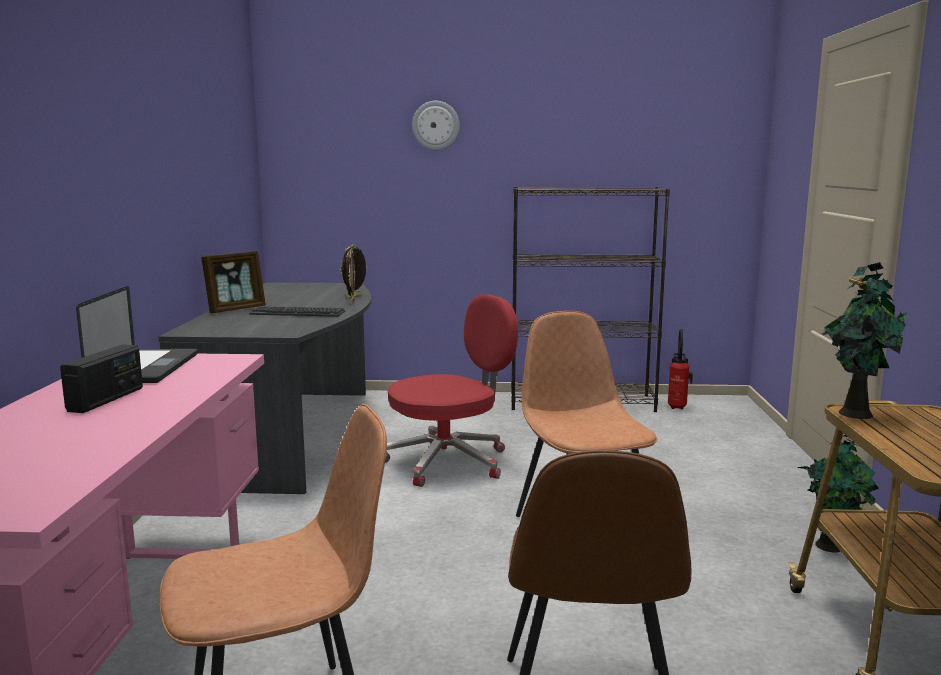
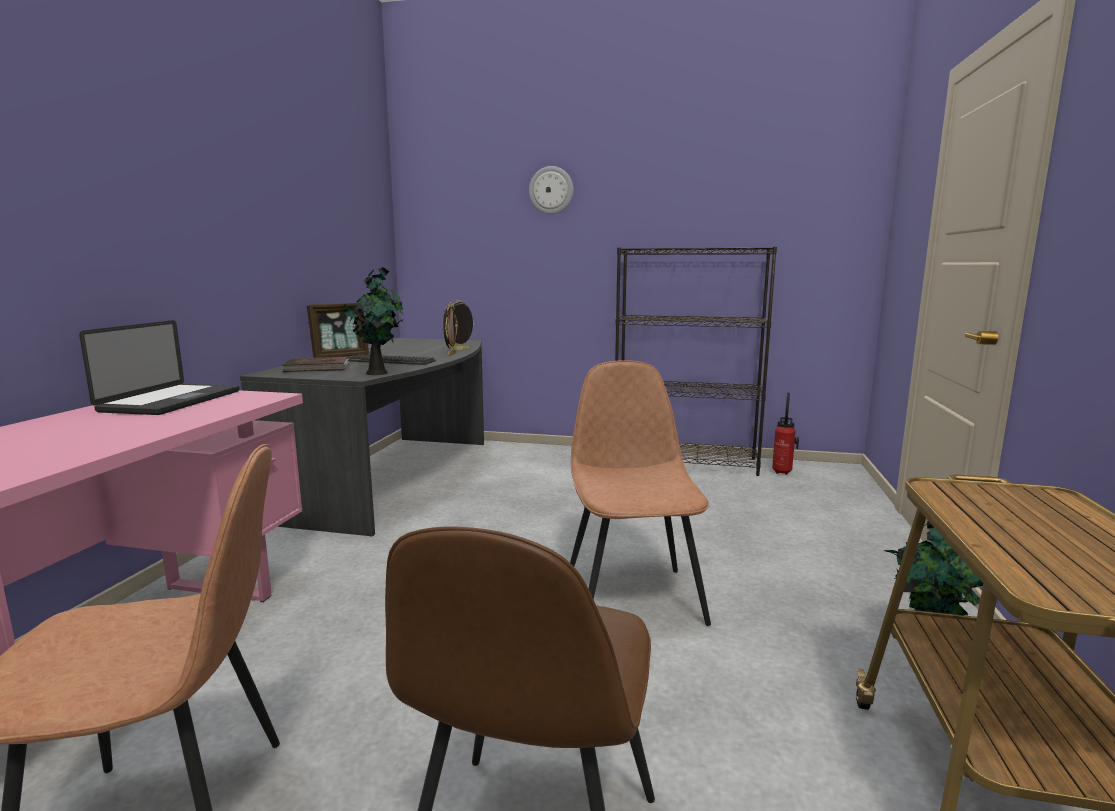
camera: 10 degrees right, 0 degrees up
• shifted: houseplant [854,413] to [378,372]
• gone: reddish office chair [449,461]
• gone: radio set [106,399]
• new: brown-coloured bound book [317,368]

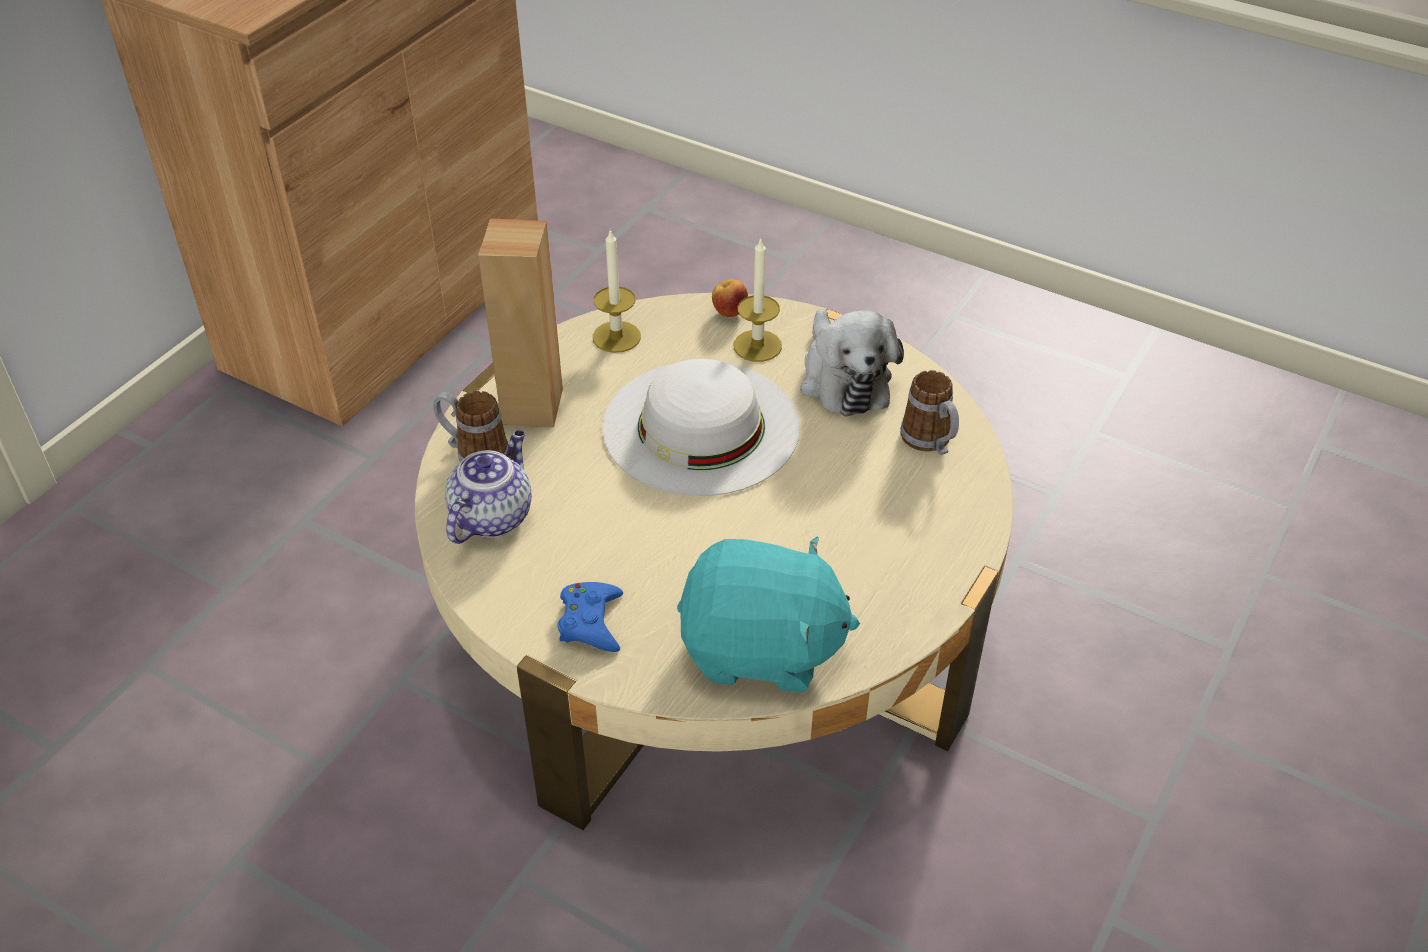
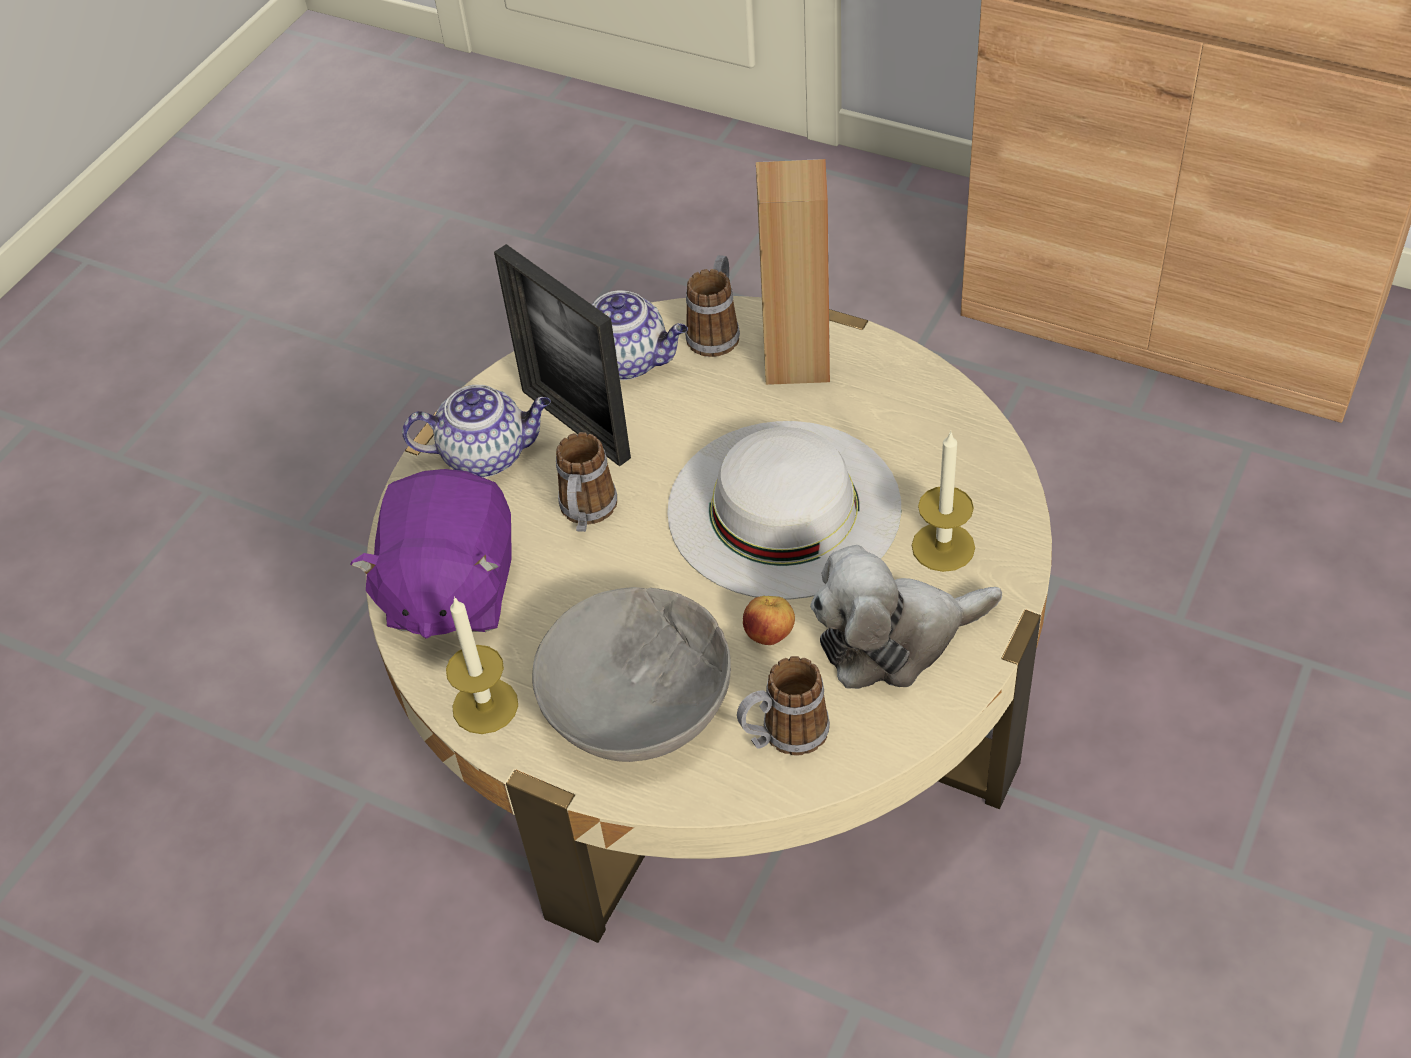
camera: 90 degrees right, 5 degrees up
• shifted: candle [616,337] to [485,706]
• shifted: apple [729,313] to [770,635]
• repainted: turquoise cuddly toy [761,649] to purple cuddly toy [449,590]
• swapped: bluish game controller [591,622] to pot for tea [487,454]
• new: photo frame [575,424]
• new: tea mug [586,514]
• new: gray serving bowl [636,701]

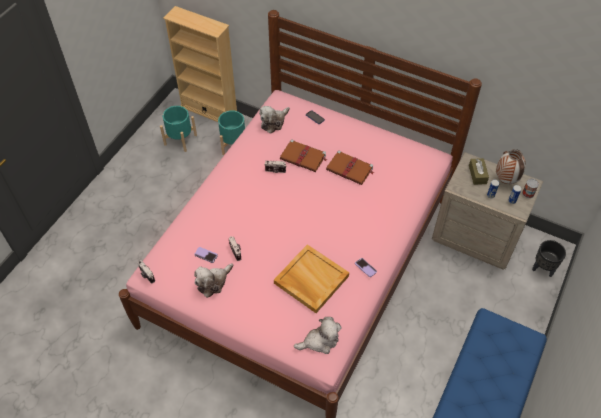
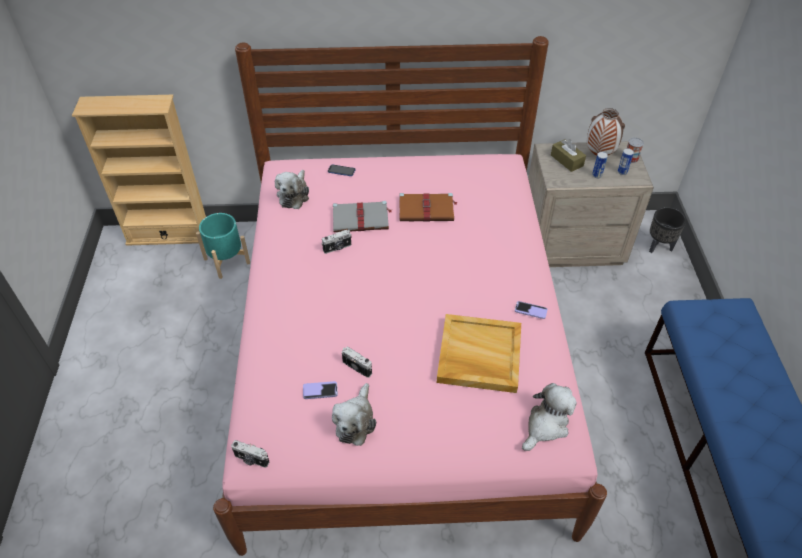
camera: 30 degrees left, 5 degrees down
• gone: turquoise planter [180,140]
• repainted: brown-coloured bound book [303,157] to gray bound book [361,219]

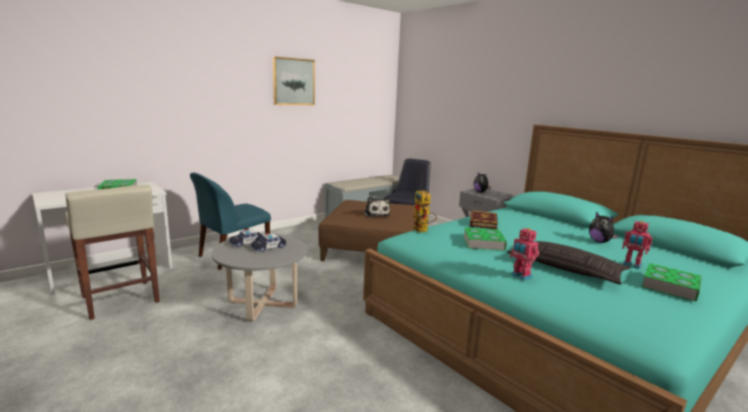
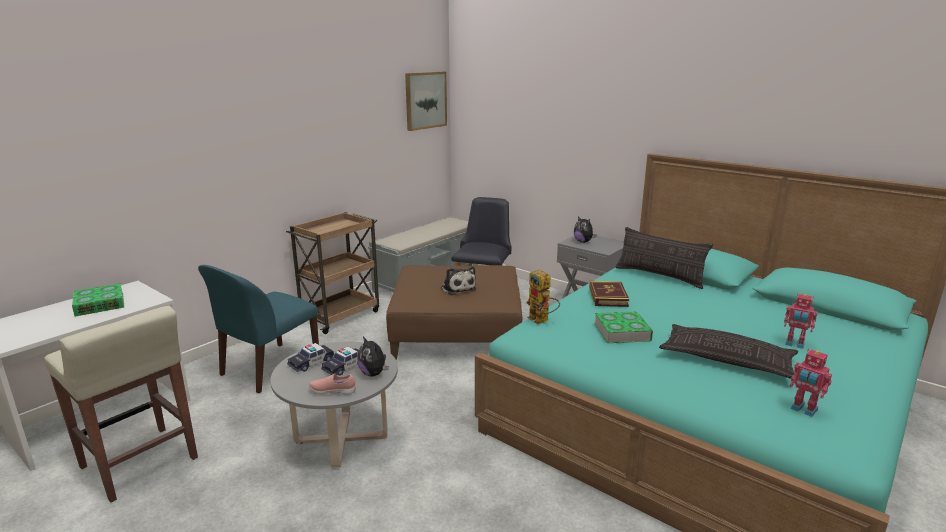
camera: 10 degrees left, 5 degrees up
• shifted: wall art [293,82] to [425,100]
• shifted: cuddly toy [600,242] to [373,373]
• shifted: toy robot [520,276] to [803,409]
• gone: bound book [670,286]
• new: brown-coloured wheeled cart [340,315]
• new: cushion [659,276]
• new: pink item of footwear [333,391]

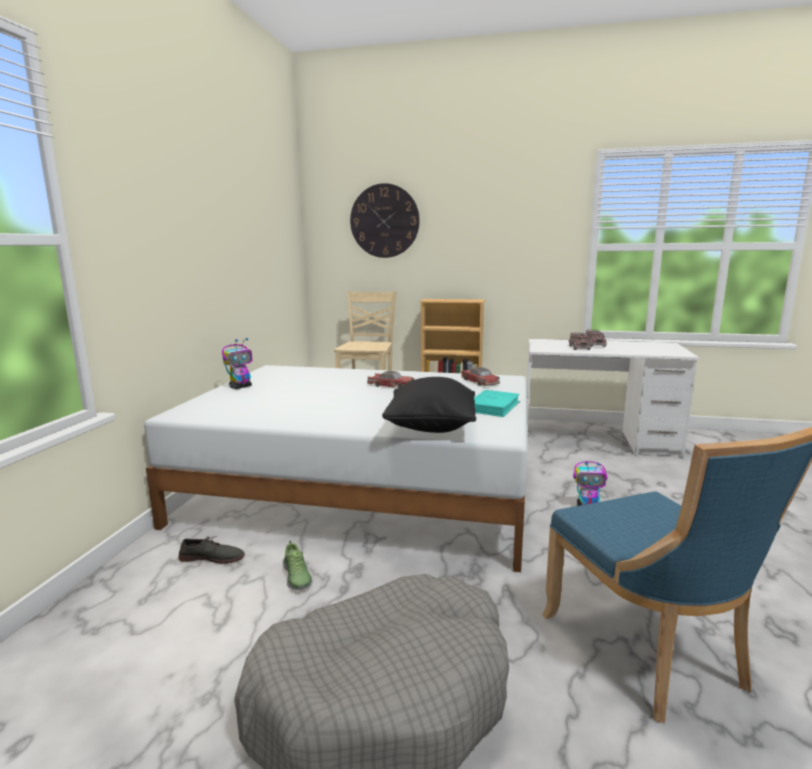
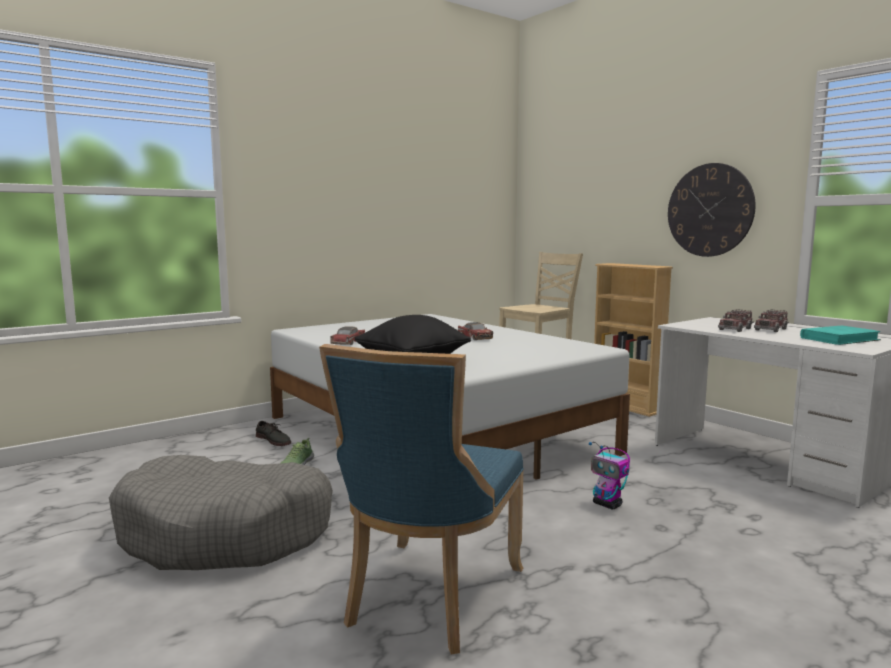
camera: 40 degrees right, 5 degrees down
• shifted: wall clock [384,221] to [710,210]
• gone: toy robot [241,387]
• shifted: model car [479,382] to [348,342]
• shifted: turquoise bound book [493,406] to [839,339]

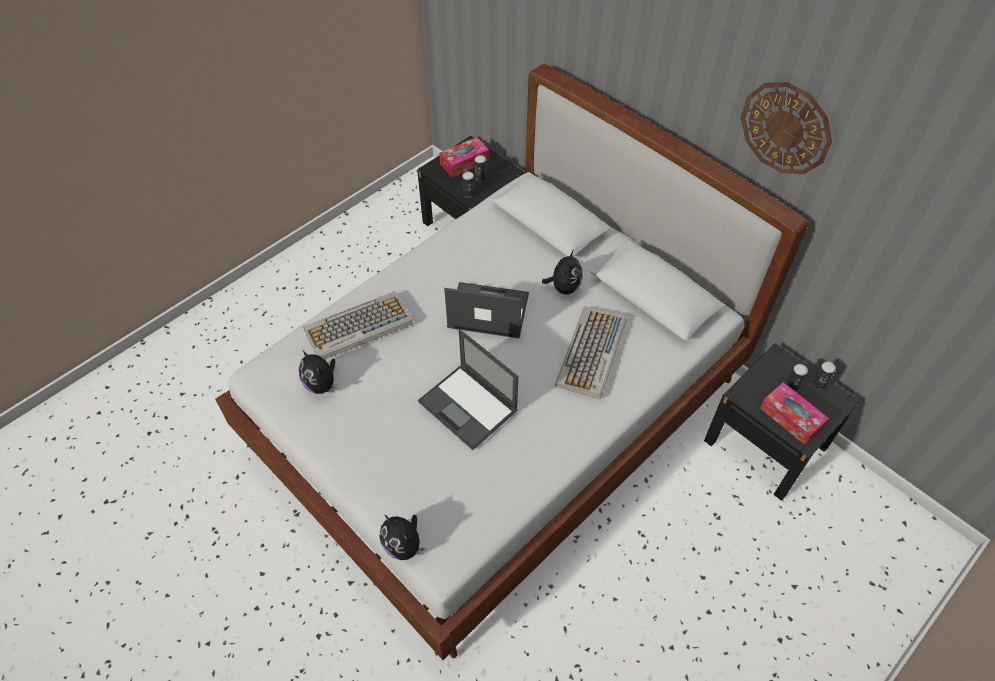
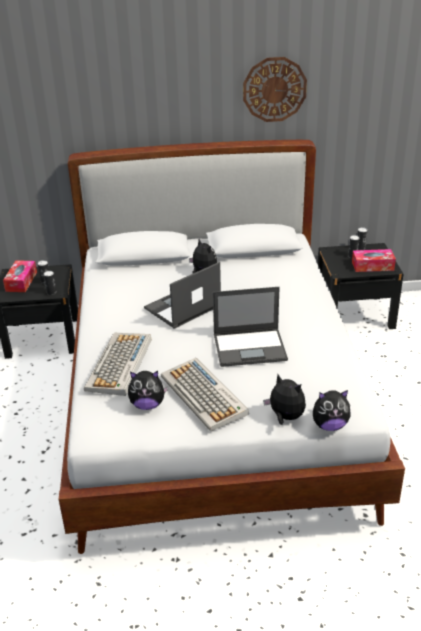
camera: 50 degrees left, 20 degrees down
• shifted: keyboard [592,353] to [204,395]
• new: cuddly toy [285,417]

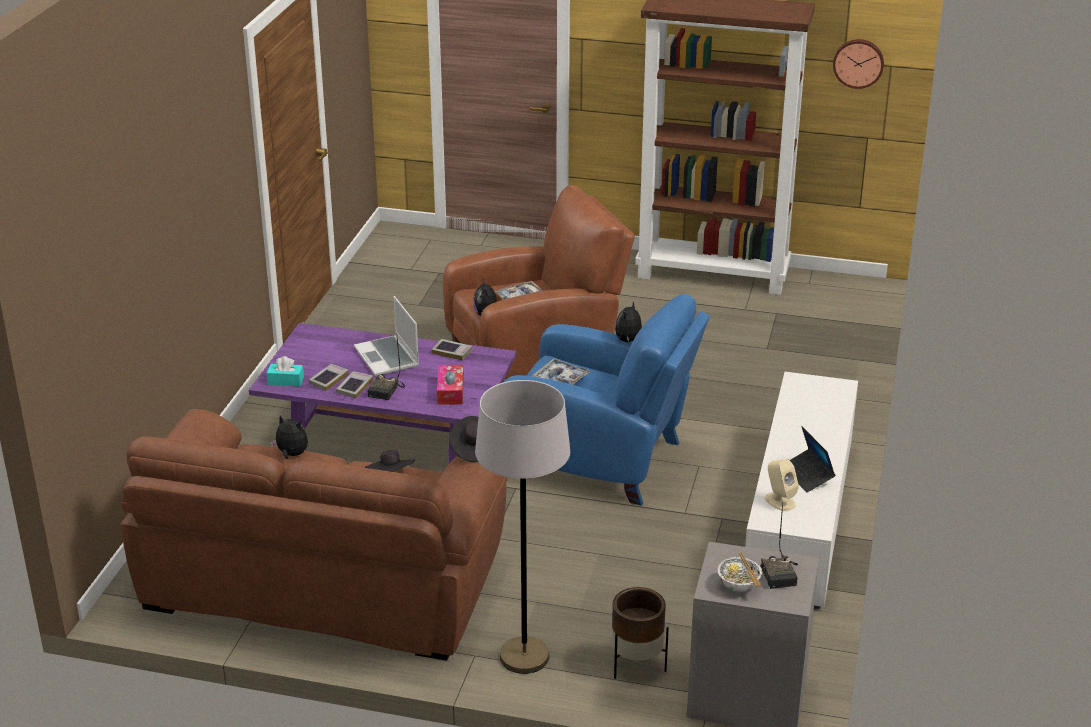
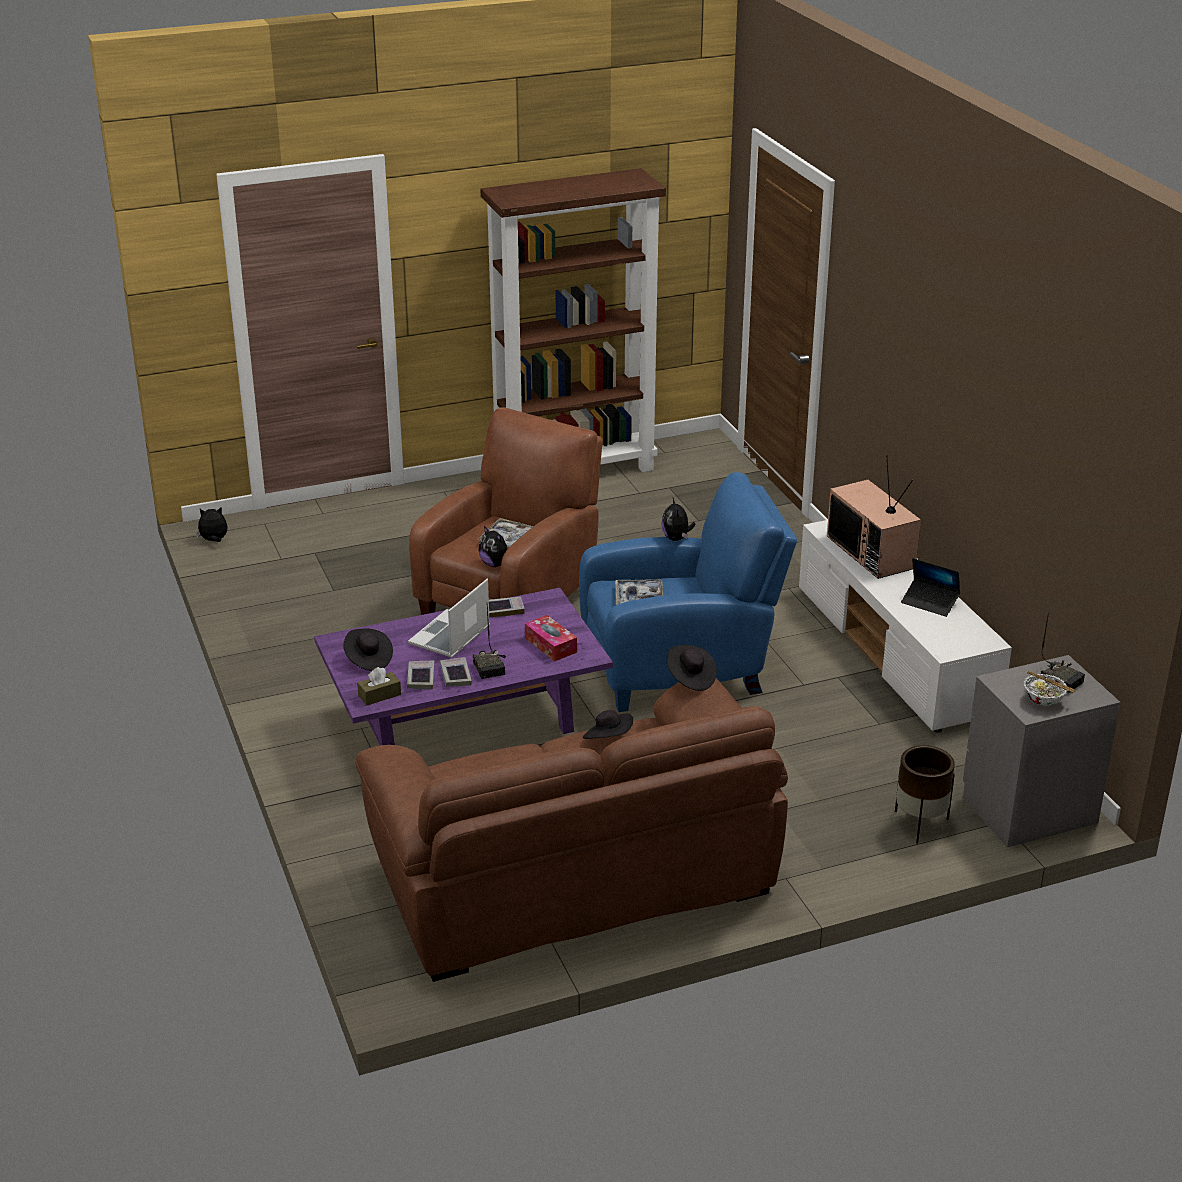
camera: 35 degrees left, 0 degrees up
• gone: wall clock [858,63]
• rotated: laptop [388,357] = [450,636] 90 degrees clockwise
• repainted: turquoise tissue box [286,381] to brown-coloured tissue box [379,695]
• gone: gray standard lamp [524,657]
• shifted: cuddly toy [291,455] to [214,540]
• gone: sand-coloured loudspeaker [779,501]
• new: TV [873,552]
• new: blackish wearable hat [368,659]

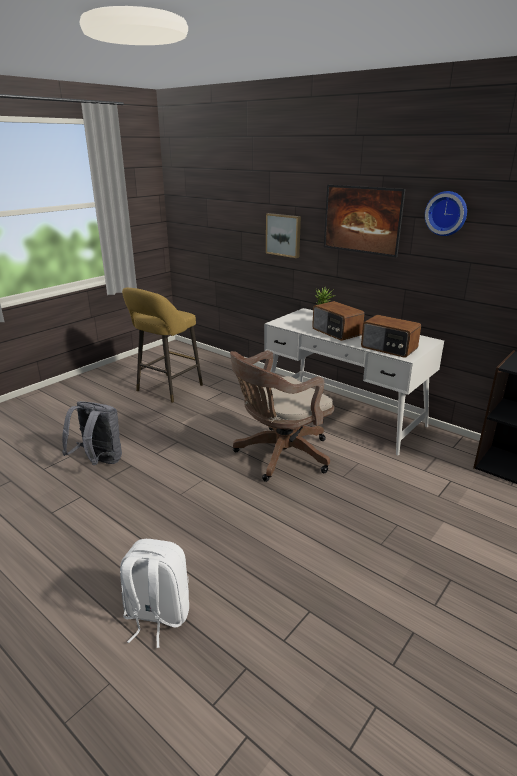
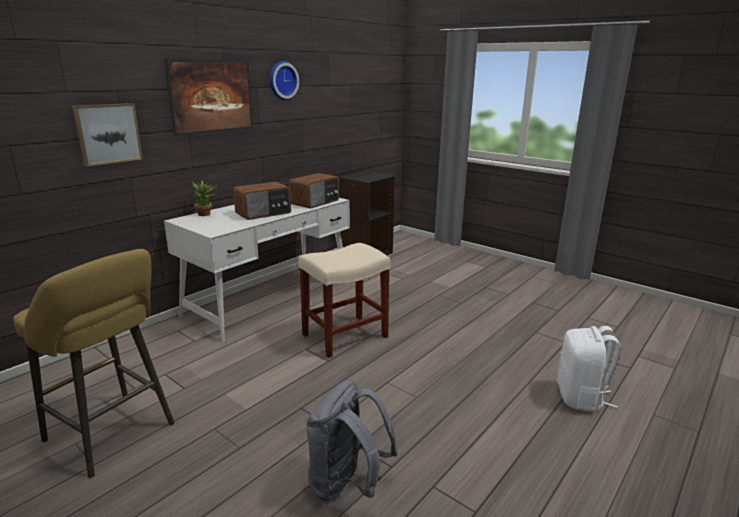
camera: 90 degrees left, 5 degrees down
• swapped: brown-coloured office chair [279,456] to sand-coloured stool seat [344,336]

